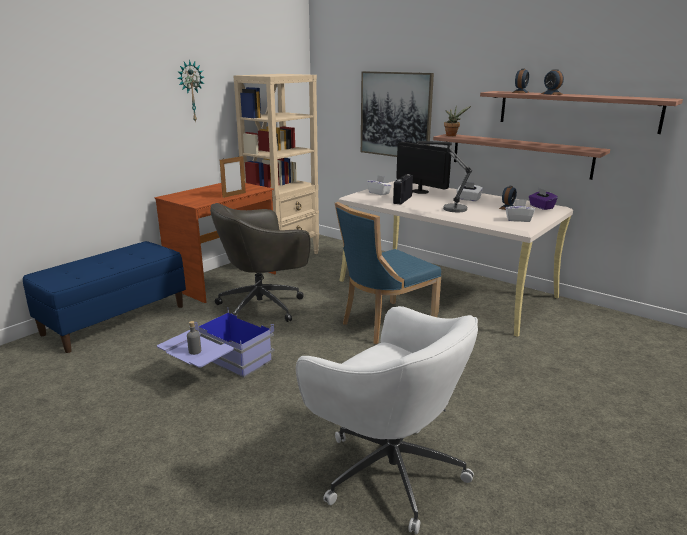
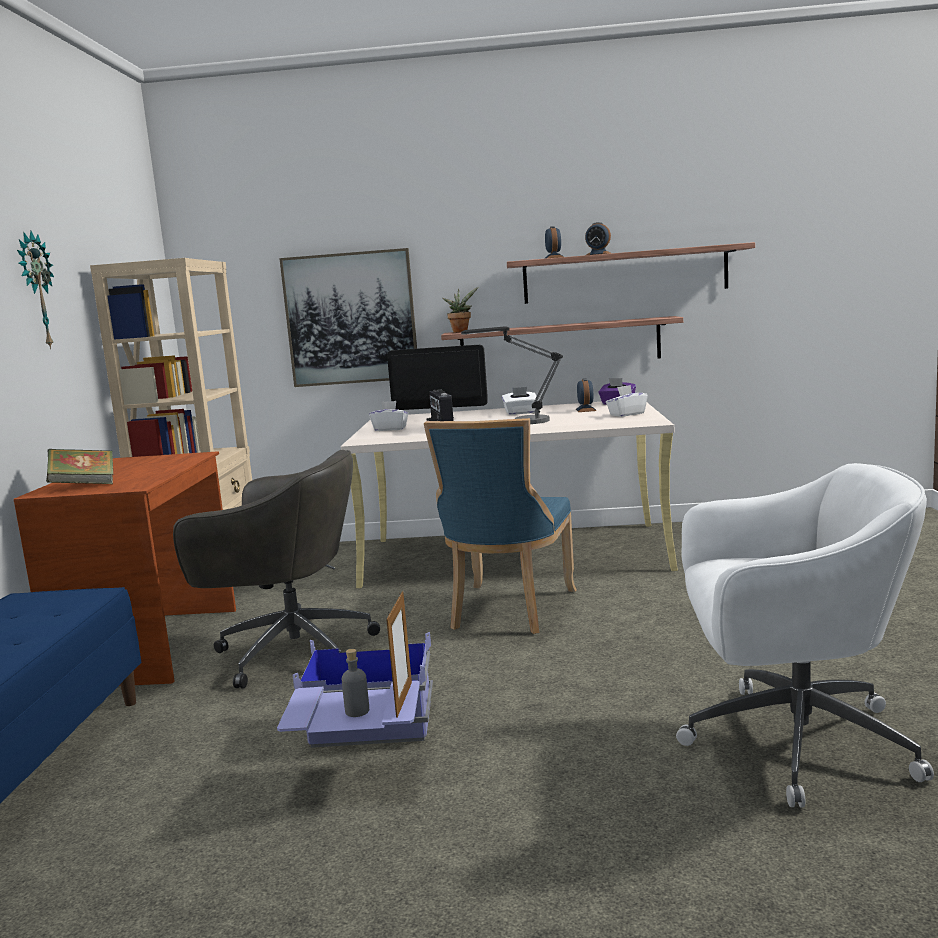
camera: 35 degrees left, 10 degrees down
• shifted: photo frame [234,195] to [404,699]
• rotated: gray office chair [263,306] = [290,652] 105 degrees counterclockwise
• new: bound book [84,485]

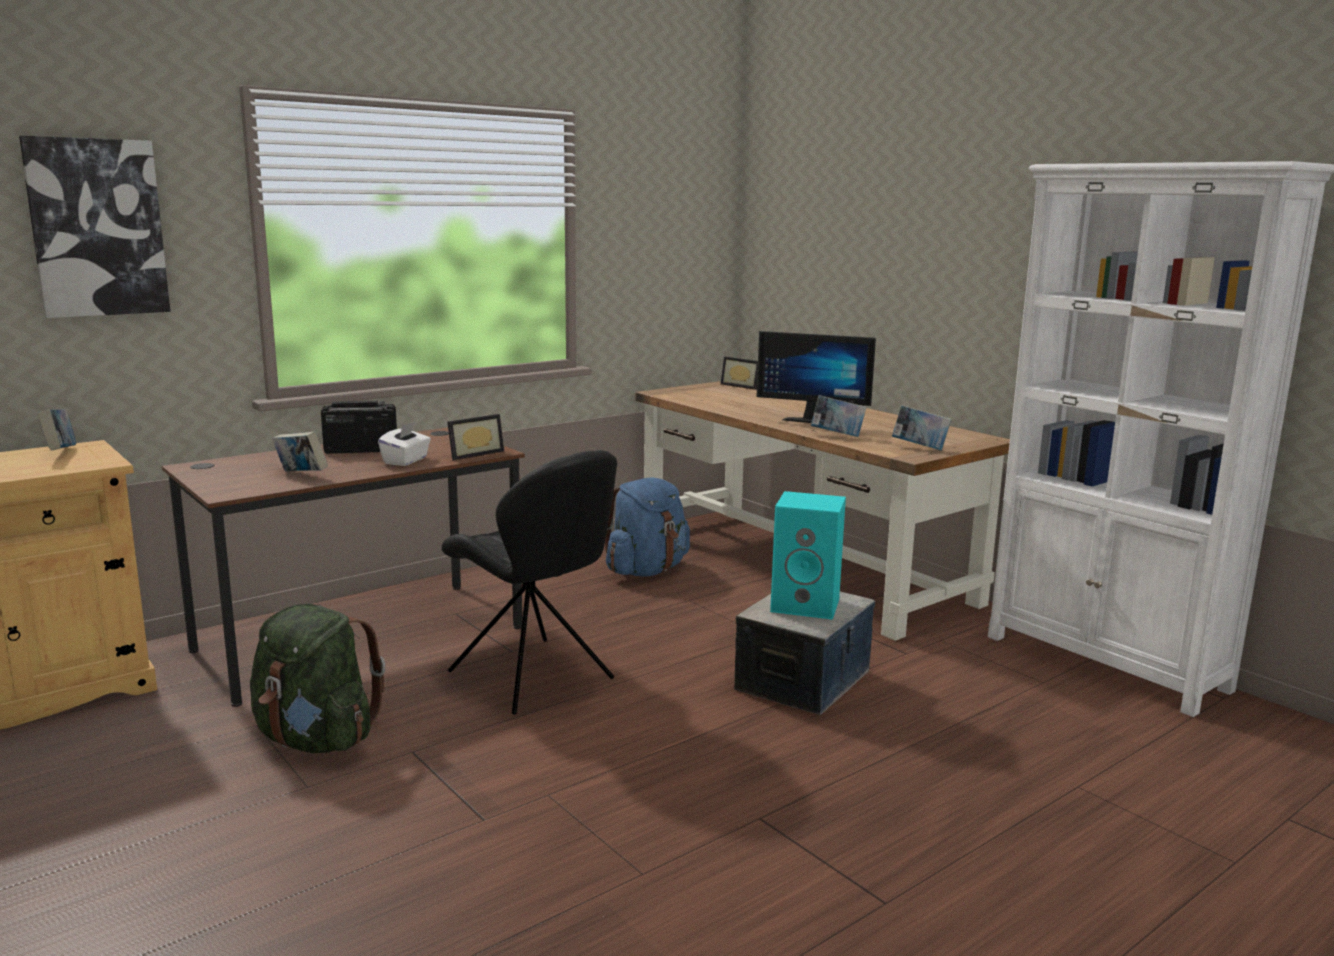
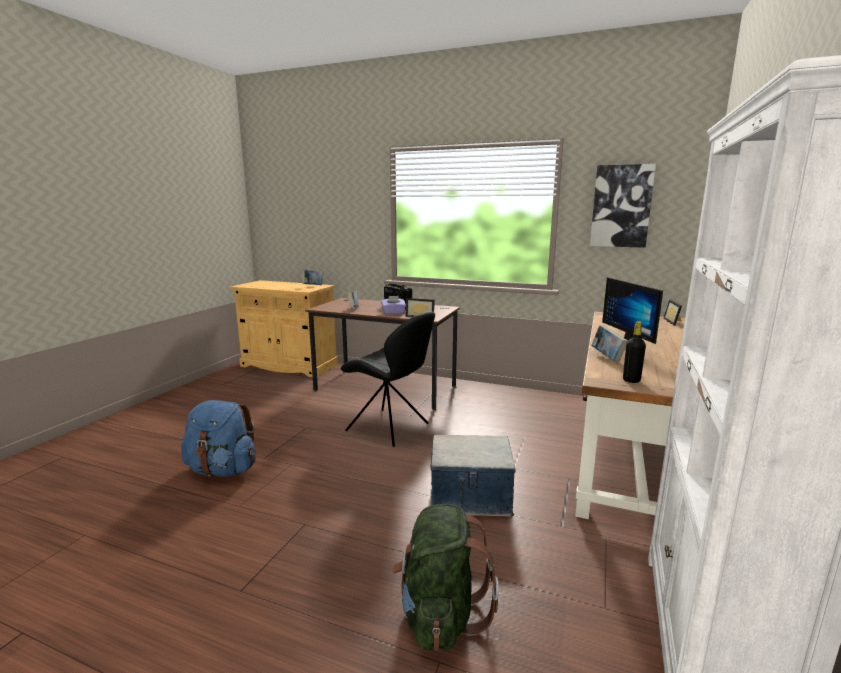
camera: 60 degrees right, 0 degrees up
• shifted: wall art [97,228] to [621,206]
• swapped: bound book [920,448] to blackish bottle [631,380]
• repainted: whitish tissue box [406,461] to purple tissue box [393,313]
• rotated: blackish upright chair [534,677] = [390,428] 75 degrees counterclockwise
• shifted: bluish backpack [646,570] to [222,470]
• gone: turquoise loudspeaker [807,605]
• shifted: green-coloured backpack [316,740] to [440,614]

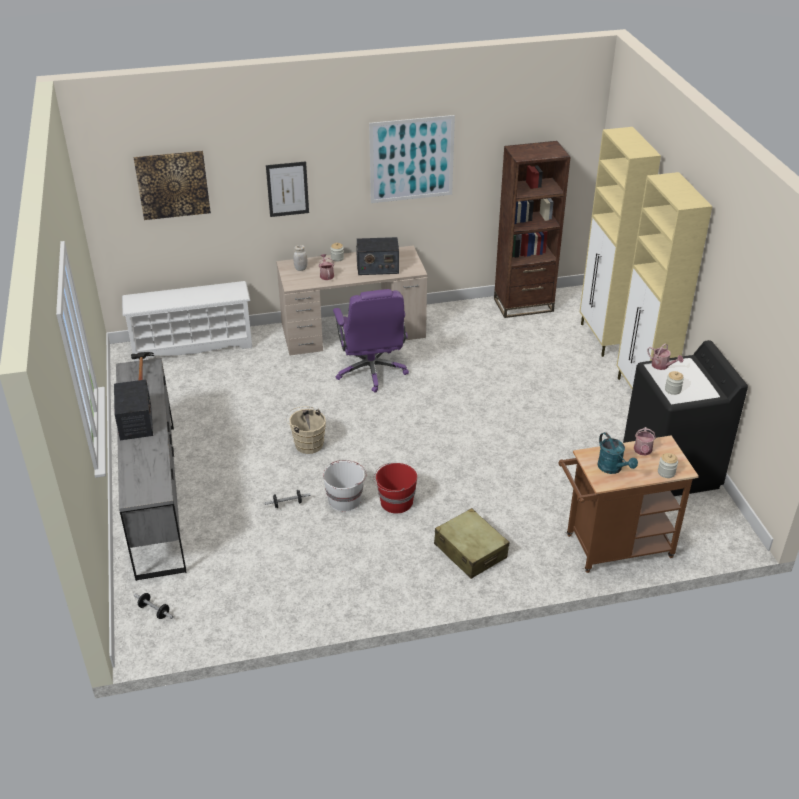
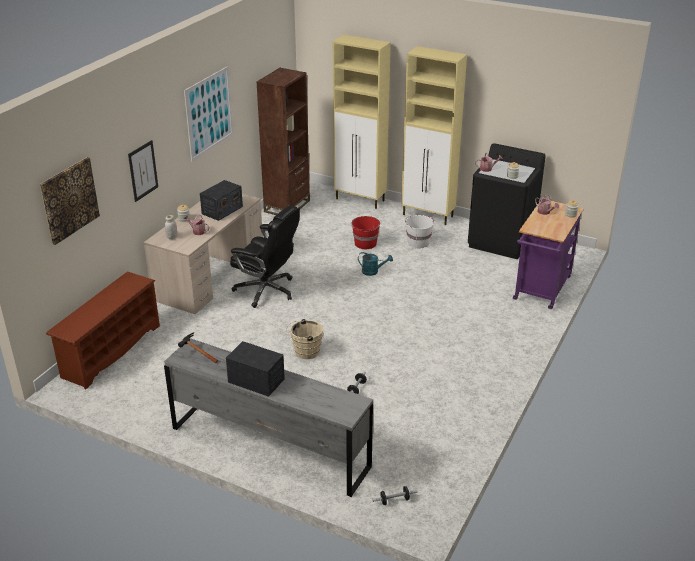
camera: 50 degrees left, 5 degrees down
• repainted: whitish shoe stand [193,345] to brown-coloured shoe stand [110,351]
• repainted: purple office chair [371,371] to blackish office chair [266,290]
• shifted: turquoise watering pot [613,468] to [373,271]
• repainted: brown-coloured wheeled cart [612,548] to purple wheeled cart [541,291]
• shifted: whitish bucket [345,500] to [418,242]
• shifted: reddish bucket [395,502] to [365,244]
• gone: sand-coloured suitcase [470,551]

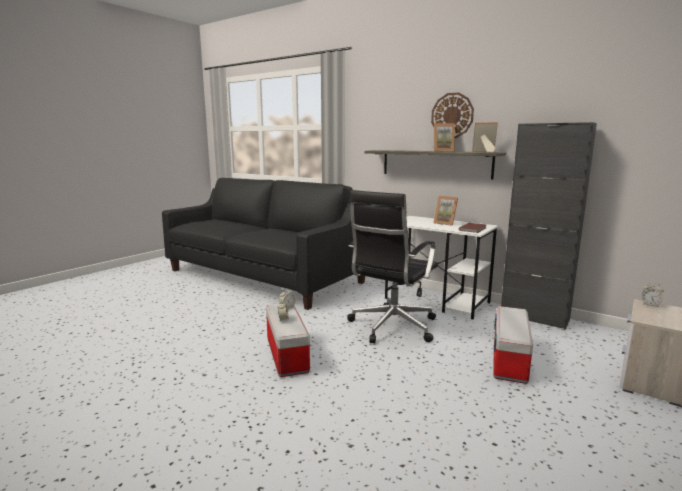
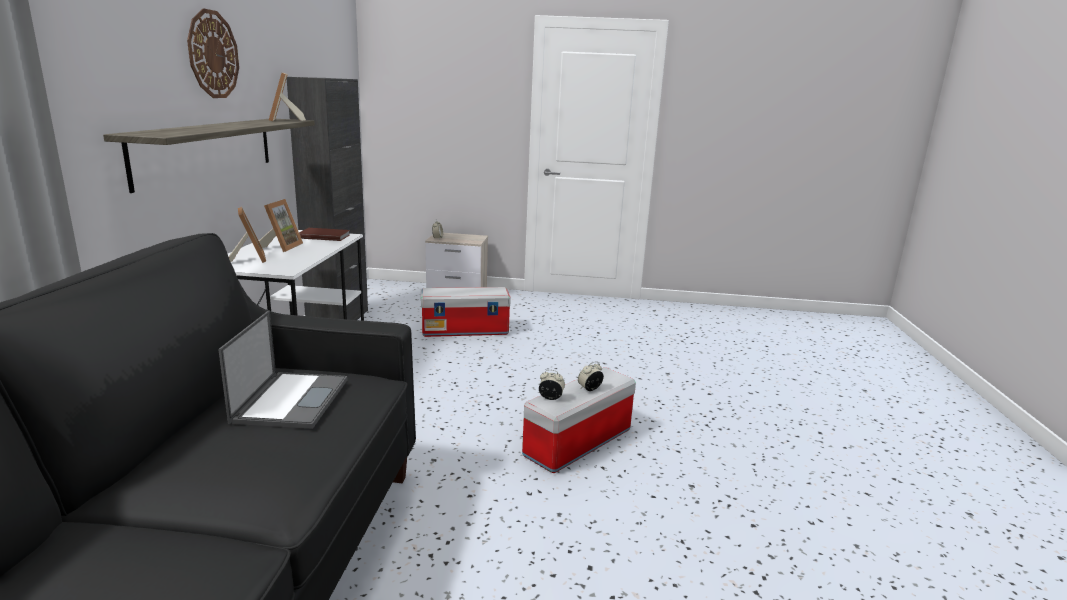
camera: 120 degrees left, 5 degrees up
• shifted: photo frame [442,151] to [248,259]
• gone: blackish office chair [391,327]
• new: laptop [291,399]

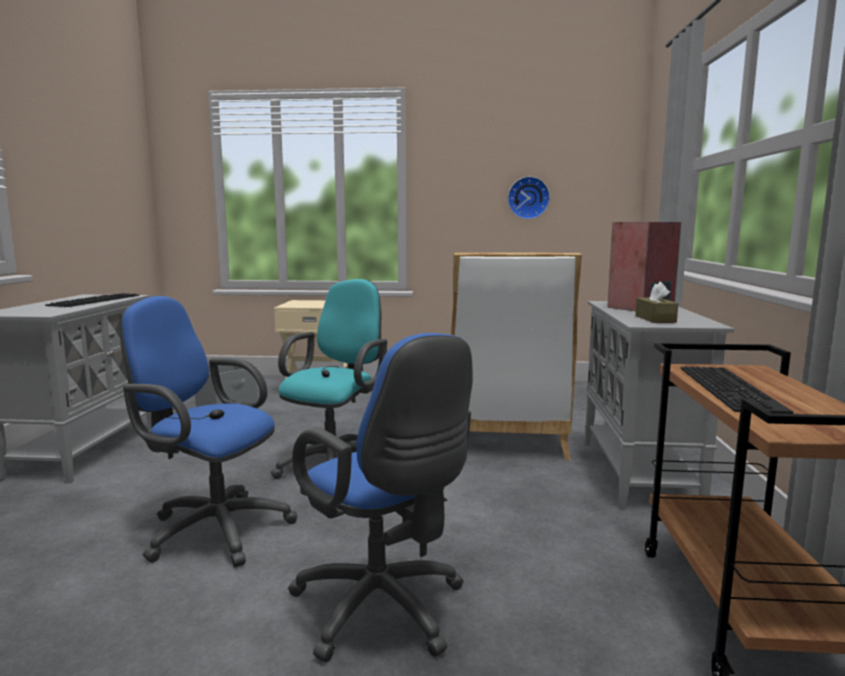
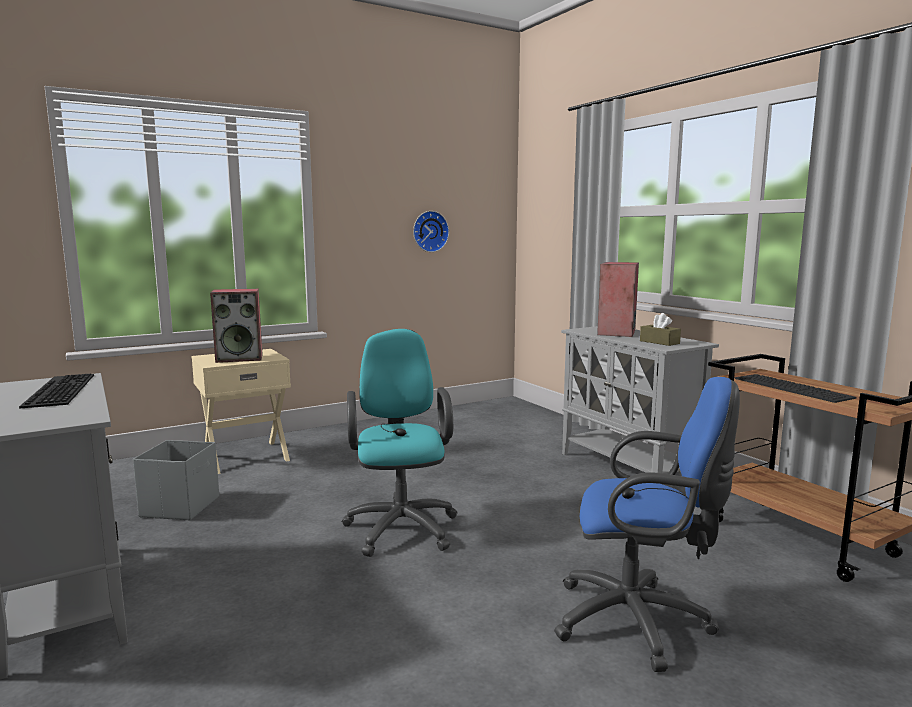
camera: 35 degrees left, 0 degrees up
• gone: whitish upright chair [506,438]
• gone: bluish office chair [212,529]
• new: loudspeaker [240,358]

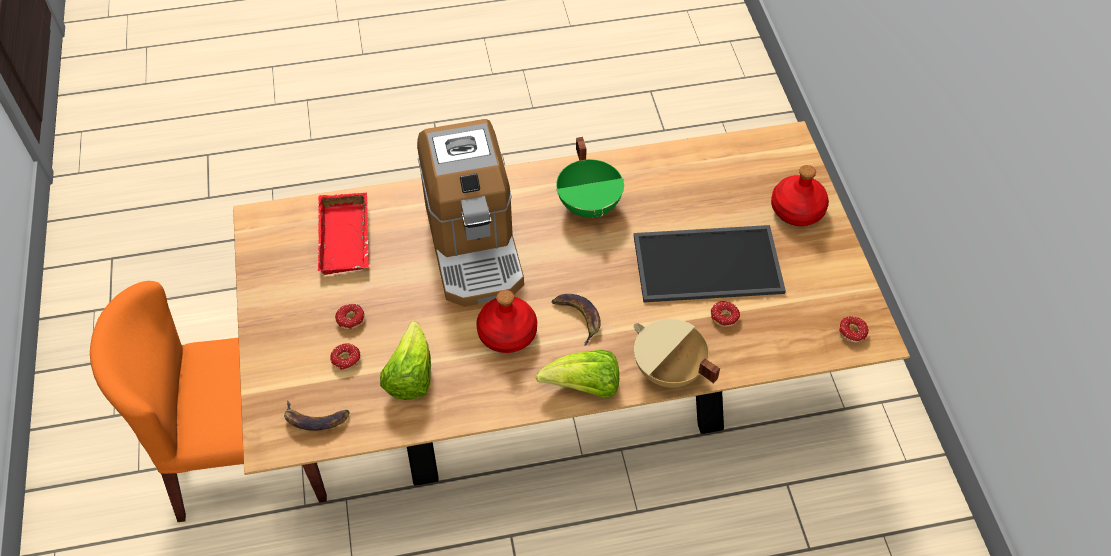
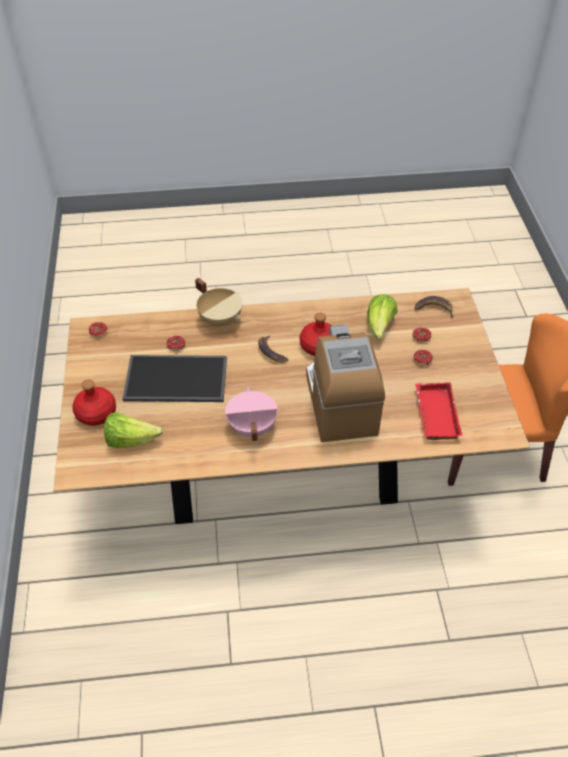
camera: 175 degrees left, 5 degrees down
• repainted: green-coloured cooking pot [590,205] to pink cooking pot [251,427]
• shifted: head of lettuce [584,387] to [131,440]

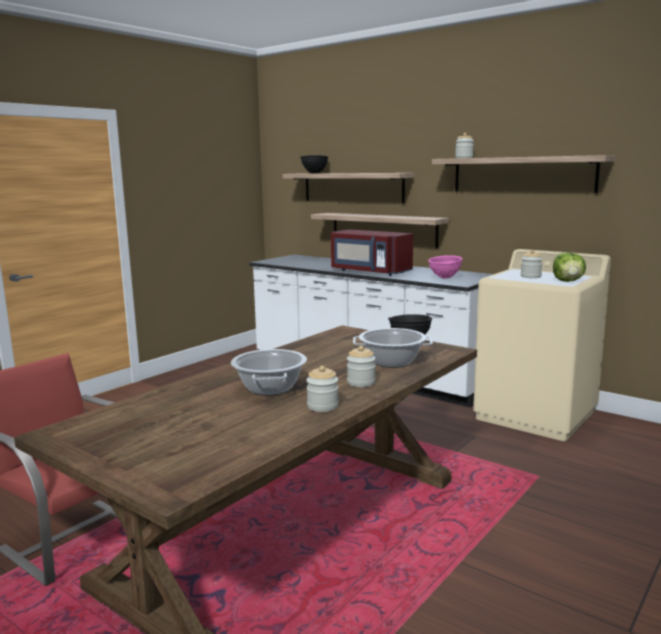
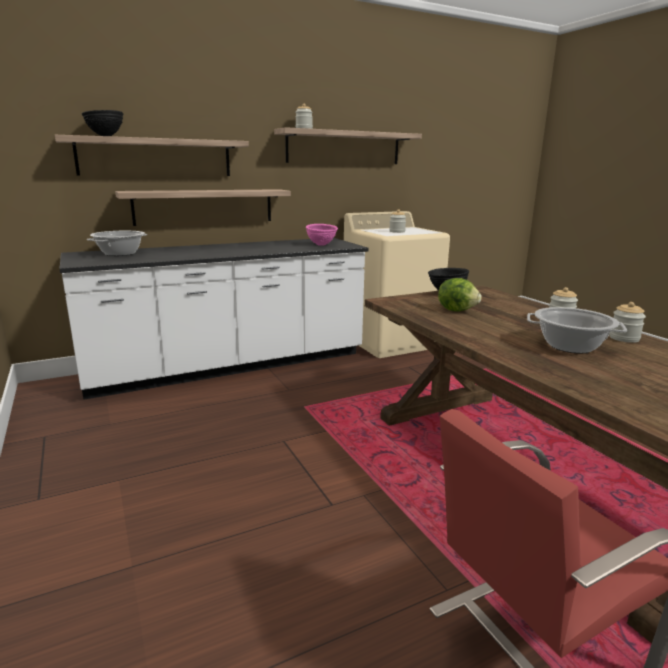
camera: 65 degrees left, 5 degrees up
• gone: reddish microwave oven [369,272]
• shifted: head of lettuce [568,281] to [457,310]
• shifted: cooking pot [392,362] to [120,253]

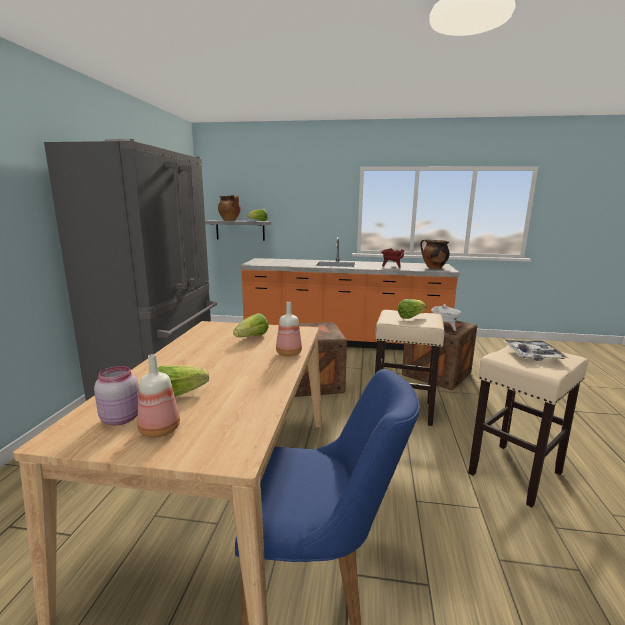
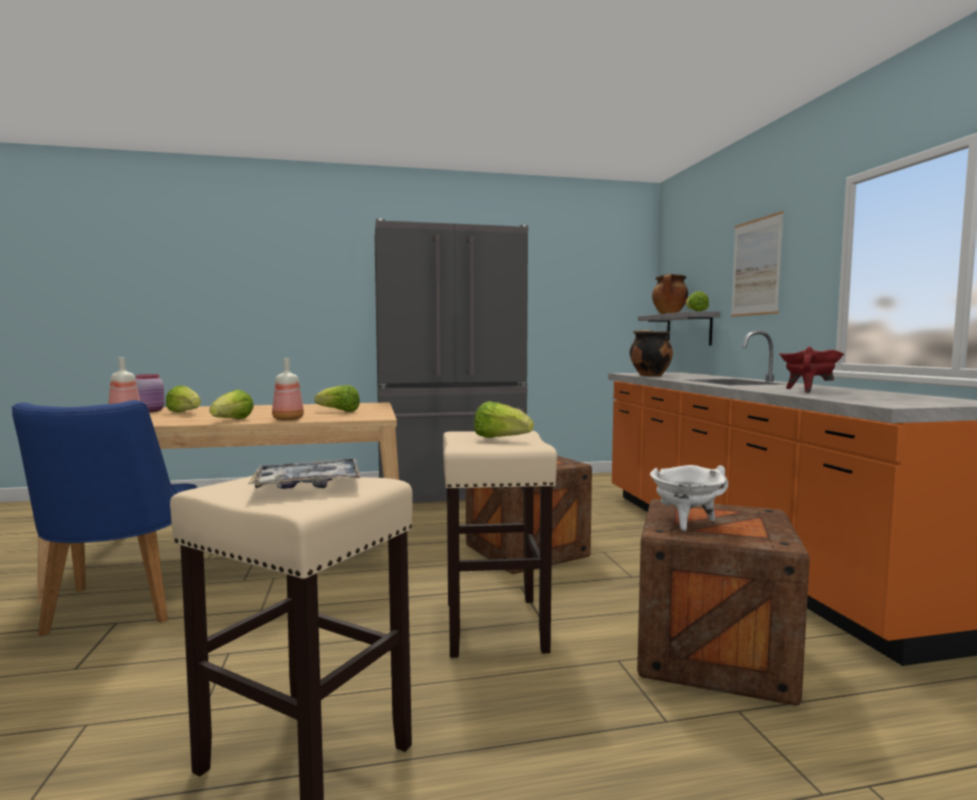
camera: 70 degrees right, 10 degrees down
• shifted: cooking pot [433,268] to [649,375]
• new: wall art [756,267]
• new: head of lettuce [232,420]

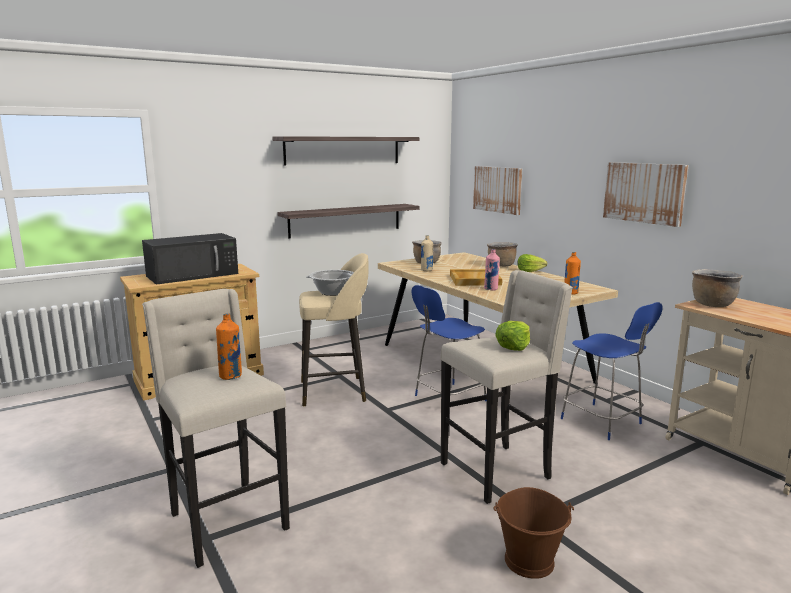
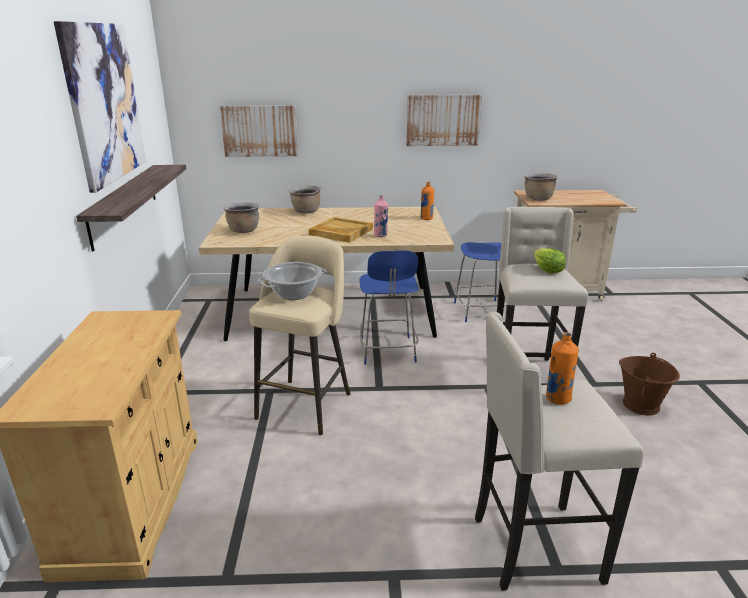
camera: 60 degrees left, 10 degrees up
• swapped: bracket shelf [343,150] to wall art [104,103]
• gone: blackish microwave oven [194,274]
• gone: sand-coloured bottle [426,270]
• gone: head of lettuce [529,271]

